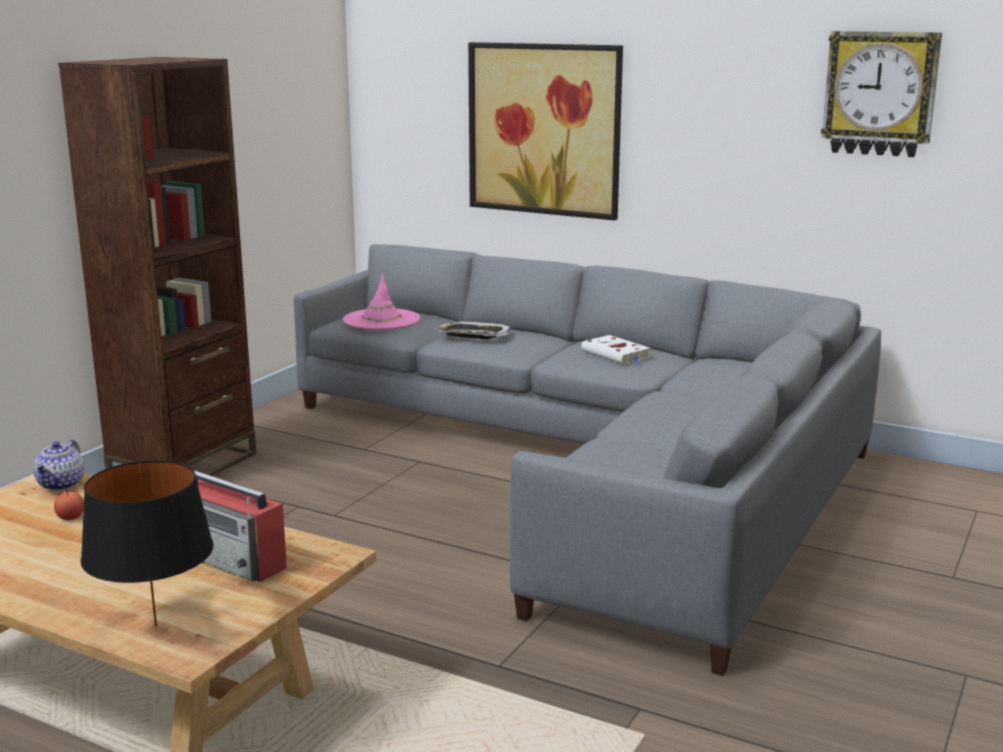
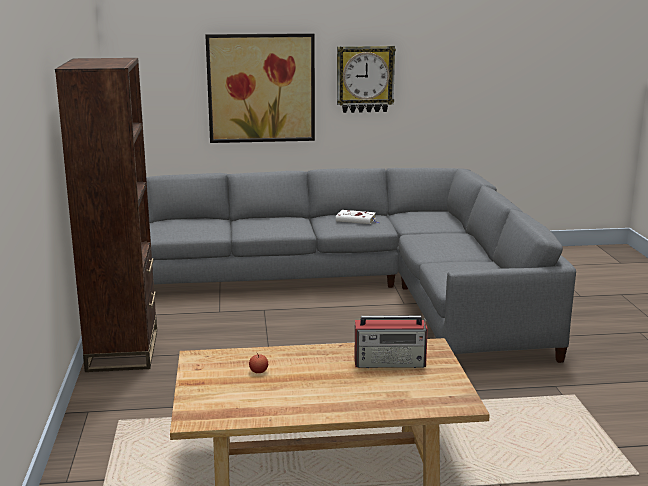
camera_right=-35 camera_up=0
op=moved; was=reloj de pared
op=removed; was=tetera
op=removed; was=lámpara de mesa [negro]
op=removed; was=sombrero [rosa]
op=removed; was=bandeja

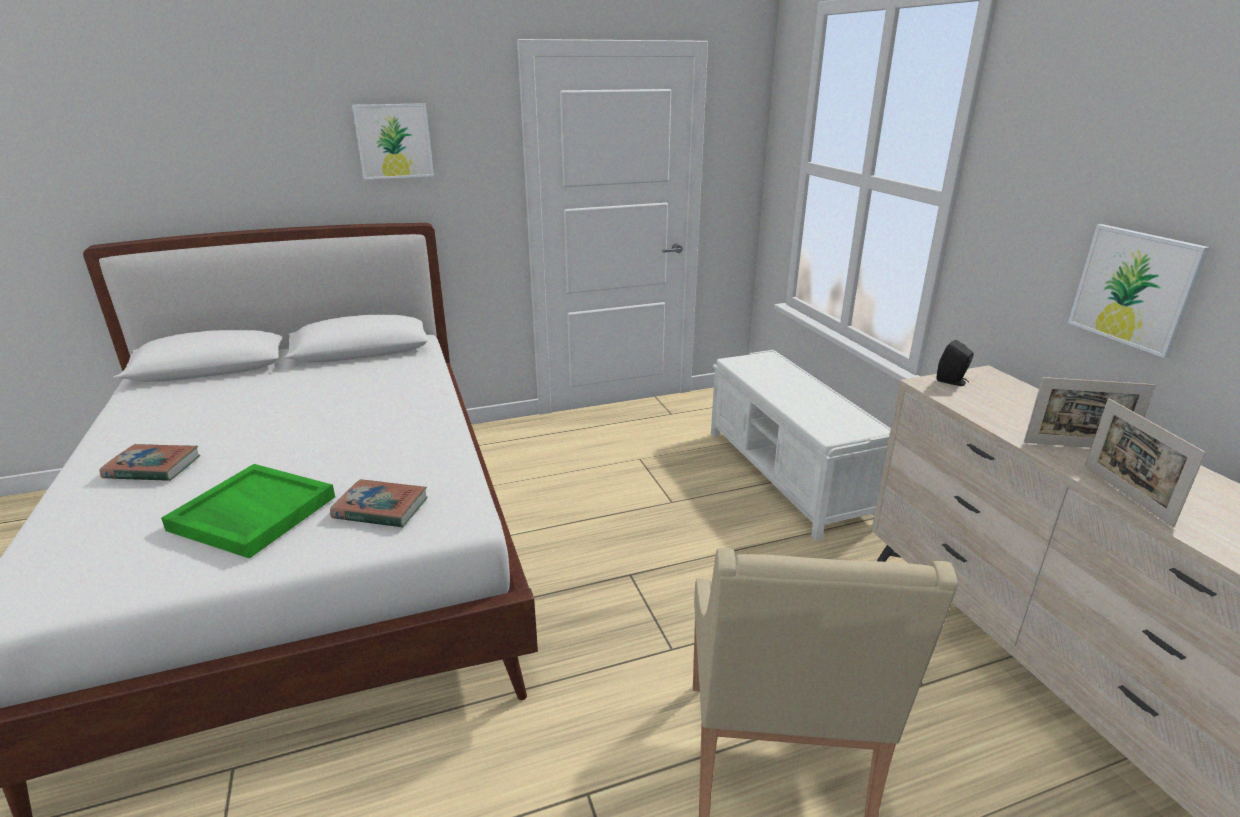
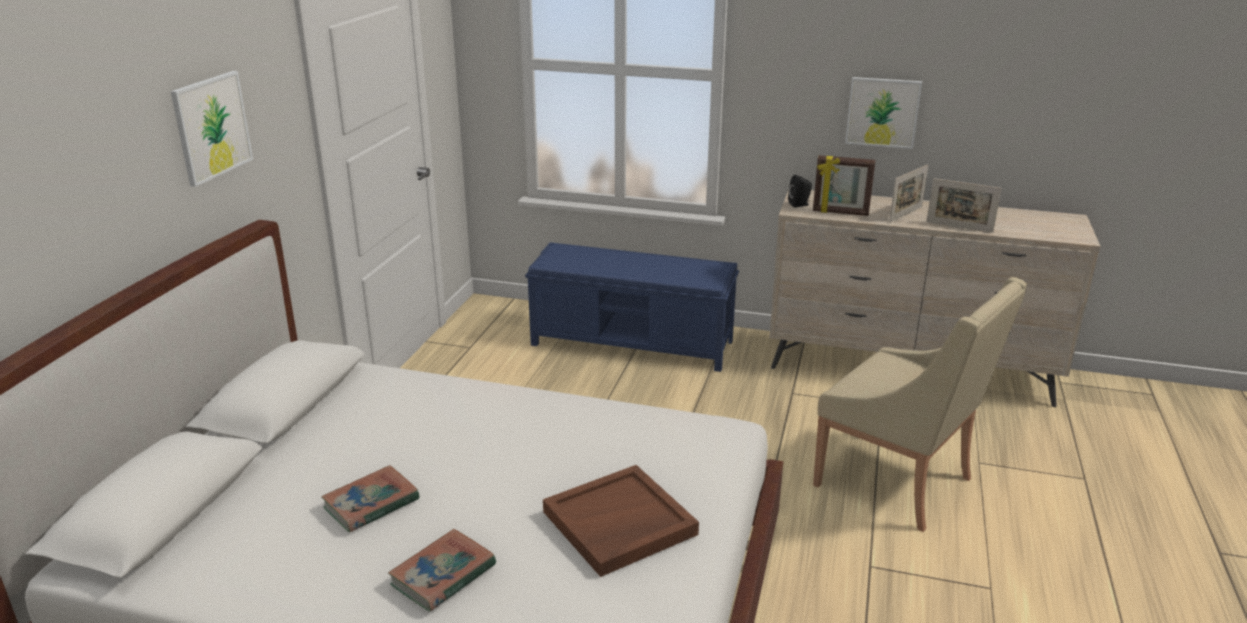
camera_right=-55 camera_up=0
op=moved; was=libro (2nd from left in the first image); now=libro (1st from left)
op=recoloured; was=banco [blanco]; now=banco [azul]
op=recoloured; was=bandeja [verde]; now=bandeja [marrón]
op=added; now=portarretratos (1st from left)

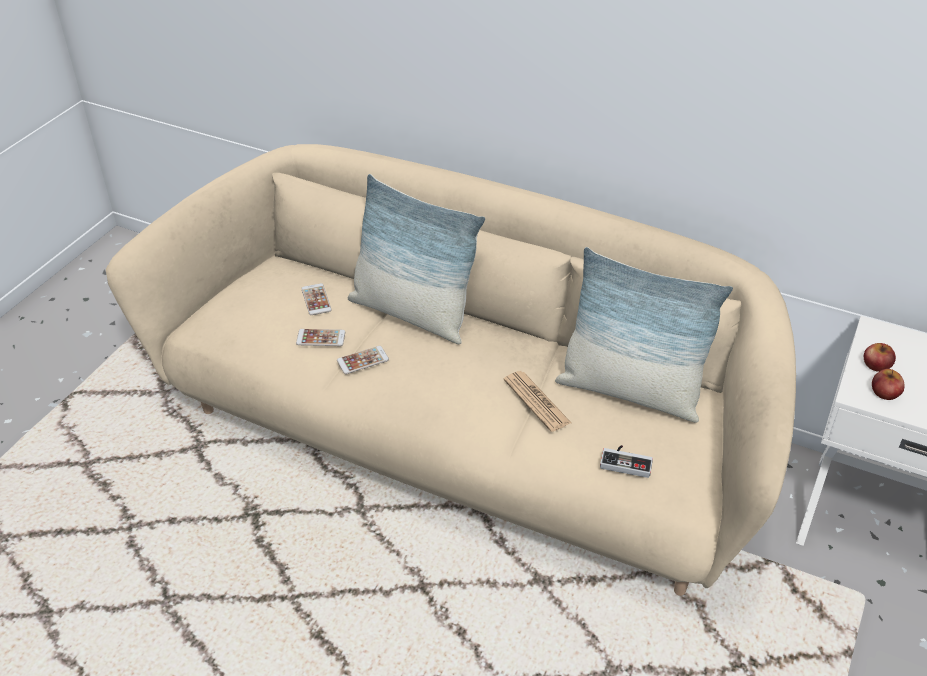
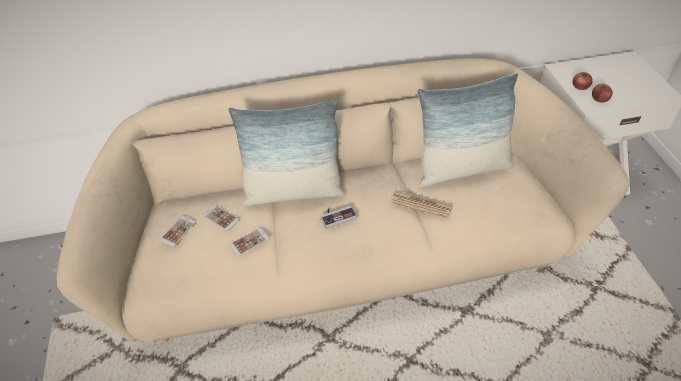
camera_right=-35 camera_up=5
op=moved; was=móvil (3rd from left in the first image); now=móvil (1st from left)
op=moved; was=mando de consola

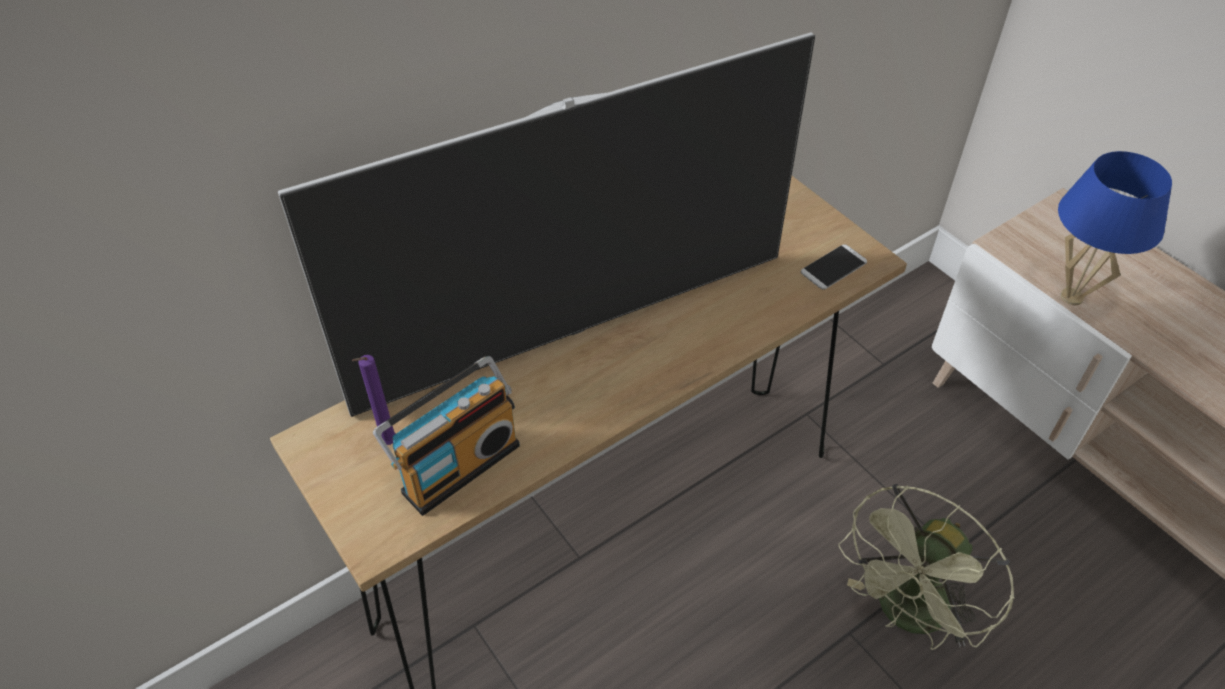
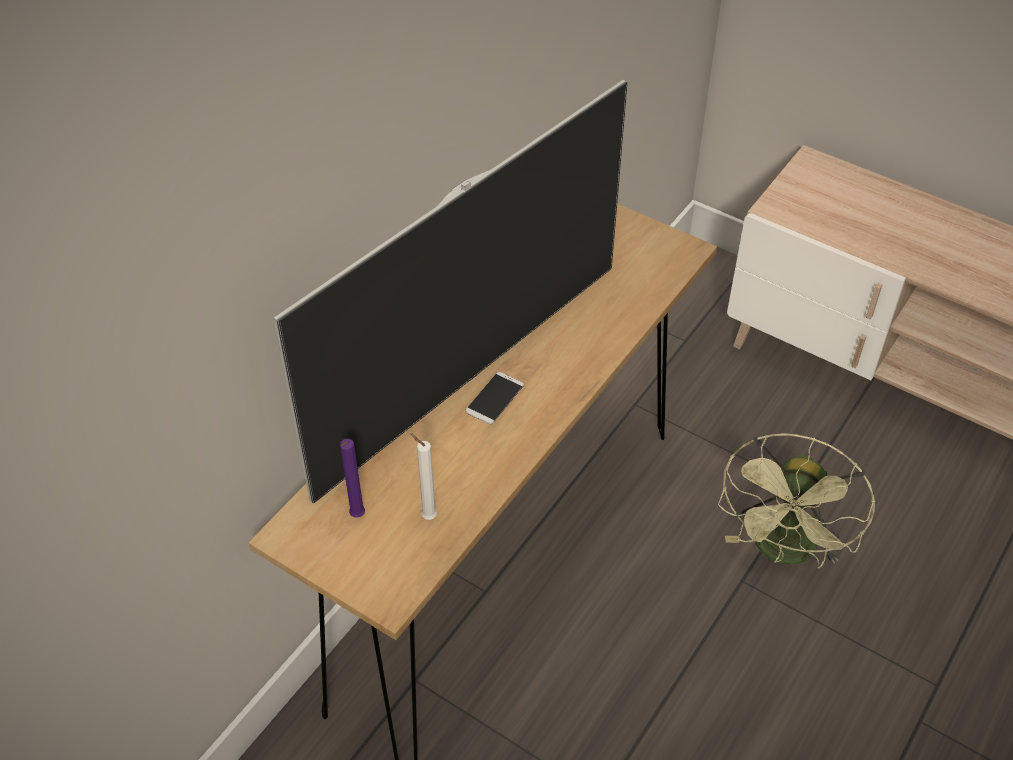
camera_right=-20 camera_up=0
op=replaced; was=radio; now=vela [blanco]
op=moved; was=móvil
op=removed; was=lámpara de mesa [azul]

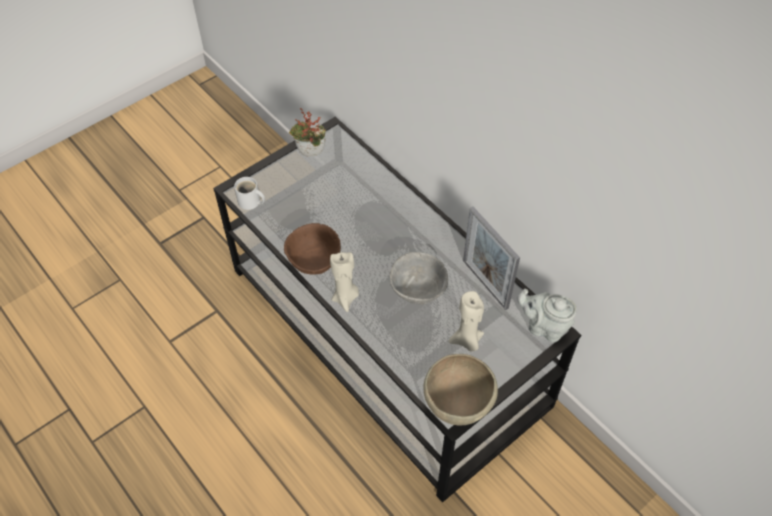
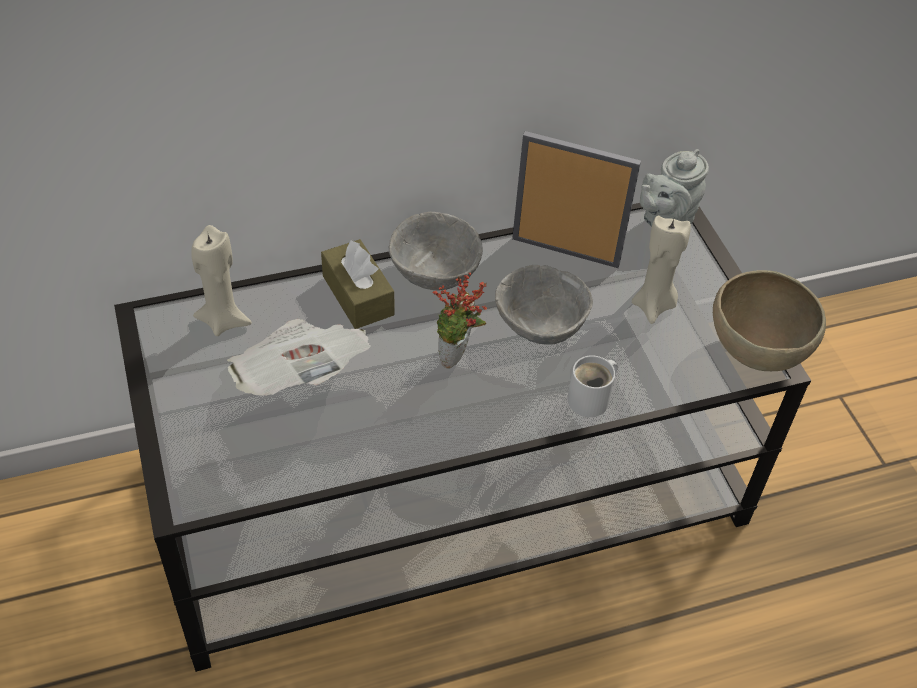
camera_right=-70 camera_up=-5
op=moved; was=vela [beis] (1st from left)
op=added; now=periódico
op=added; now=caja de pañuelos [marrón]
op=added; now=cuenco [gris] (1st from left)
op=moved; was=planta en maceta
op=turned; was=portarretratos; clockwise=-150
op=moved; was=taza grande [blanco]
op=removed; was=cuenco [marrón] (1st from left)

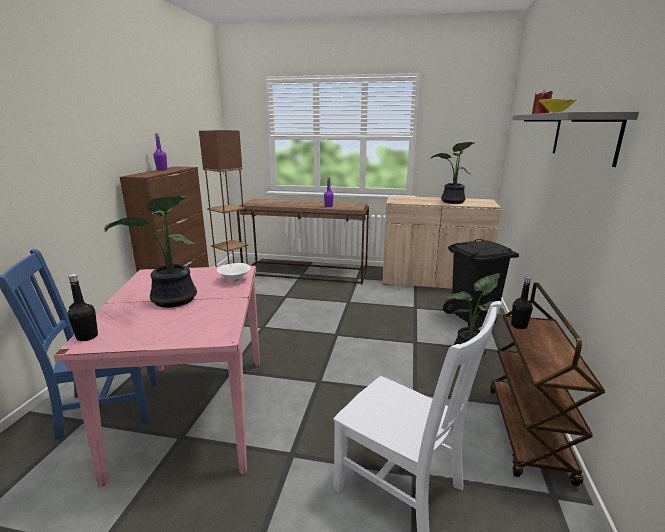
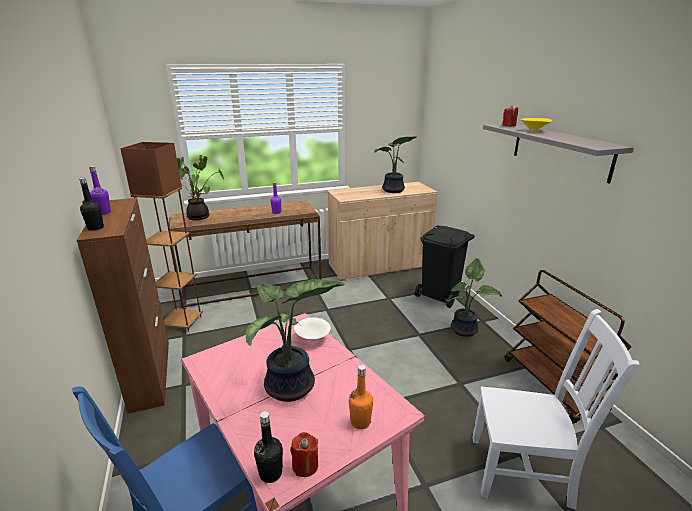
camera_right=-30 camera_up=5
op=moved; was=botella [negro] (2nd from left in the first image); now=botella [negro] (1st from left)
op=added; now=planta en maceta (1st from left)
op=added; now=vela [rojo] (1st from left)
op=added; now=botella [naranja]

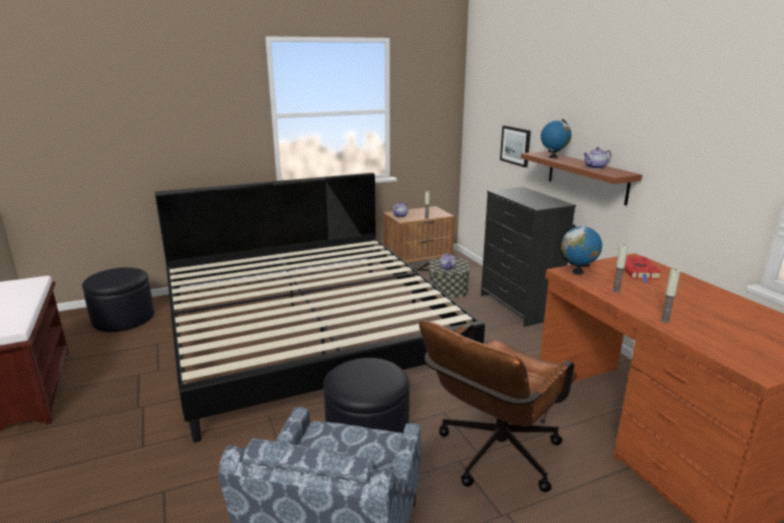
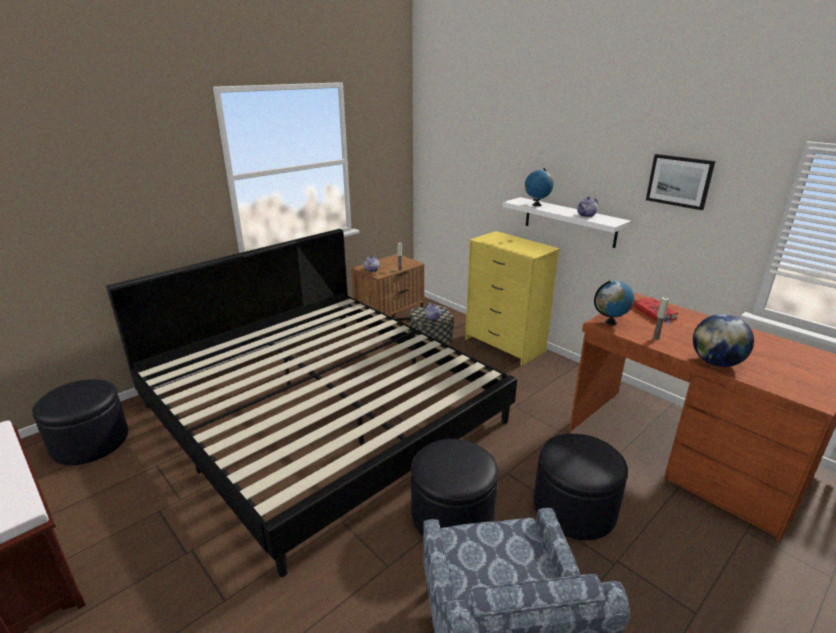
camera_right=-20 camera_up=5
op=recoloured; was=cómoda [negro]; now=cómoda [amarillo]
op=recoloured; was=estante [marrón]; now=estante [blanco]
op=replaced; was=silla de oficina [marrón]; now=puf [negro] (3rd from left)
op=moved; was=cuadro
op=replaced; was=vela (3rd from left); now=globo terráqueo (3rd from left)

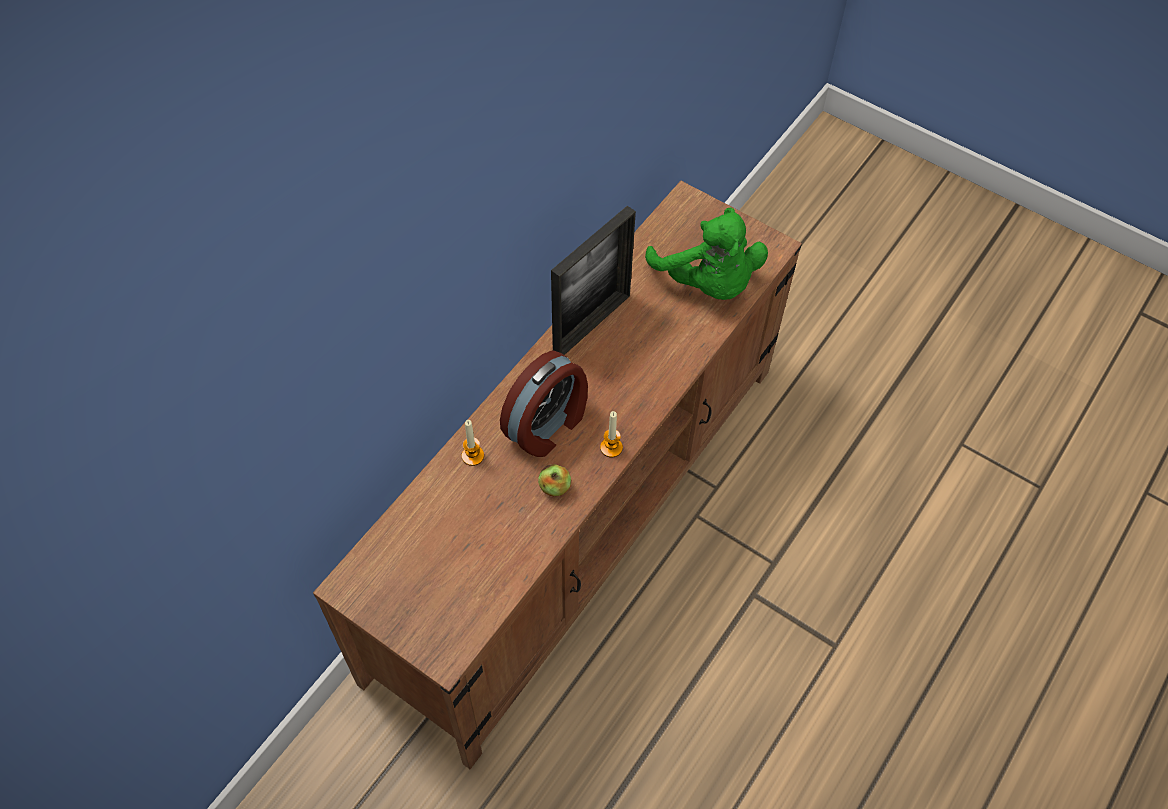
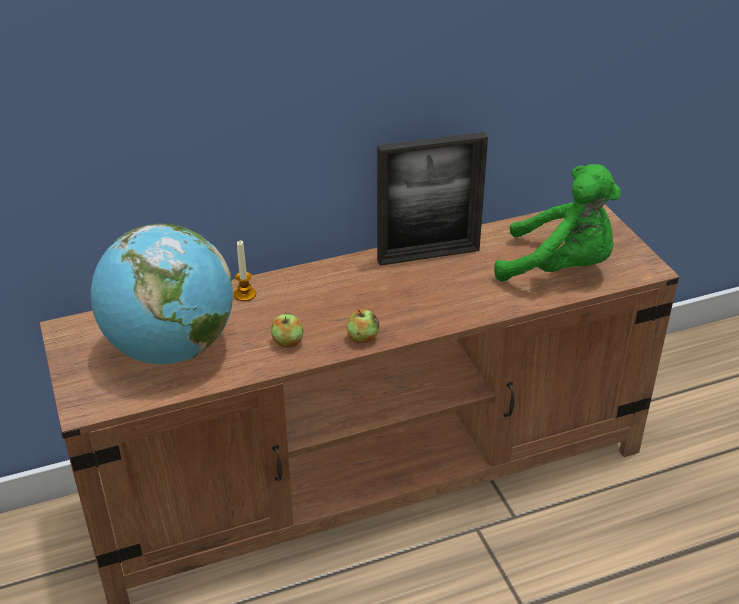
camera_right=35 camera_up=-20
op=added; now=globo terráqueo
op=replaced; was=vela (2nd from left); now=manzana (2nd from left)
op=turned; was=peluche [verde]; clockwise=-75
op=removed; was=despertador

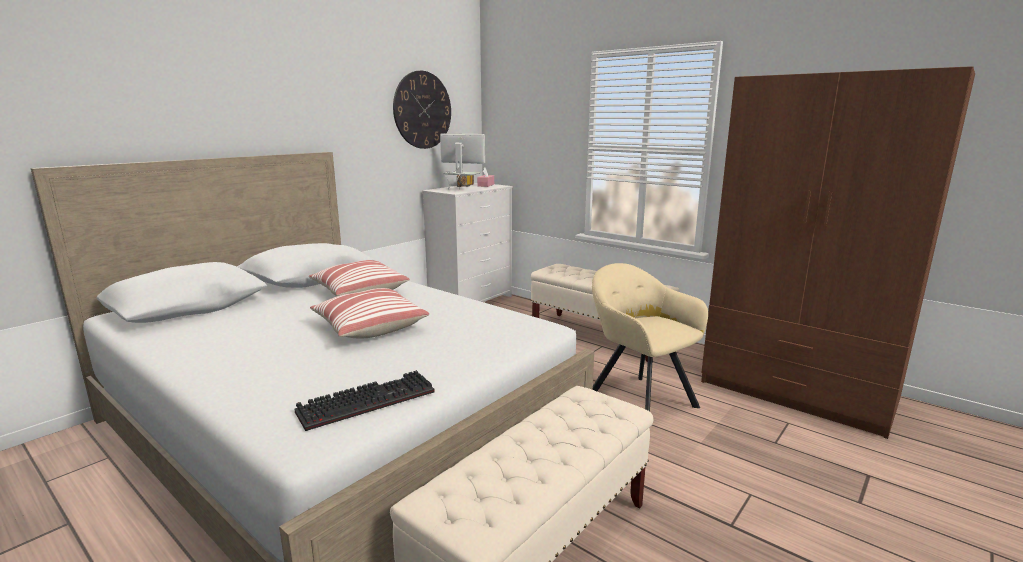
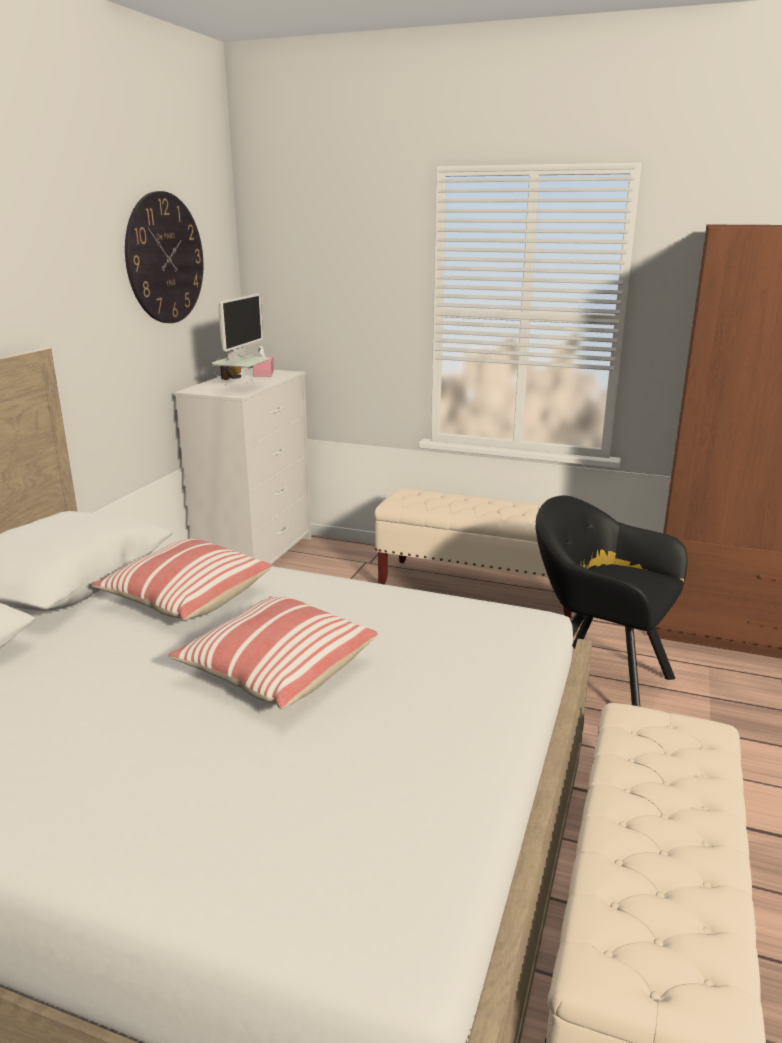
camera_right=-20 camera_up=5
op=turned; was=monitor; clockwise=105
op=recoloured; was=sillón [beis]; now=sillón [negro]
op=removed; was=teclado

